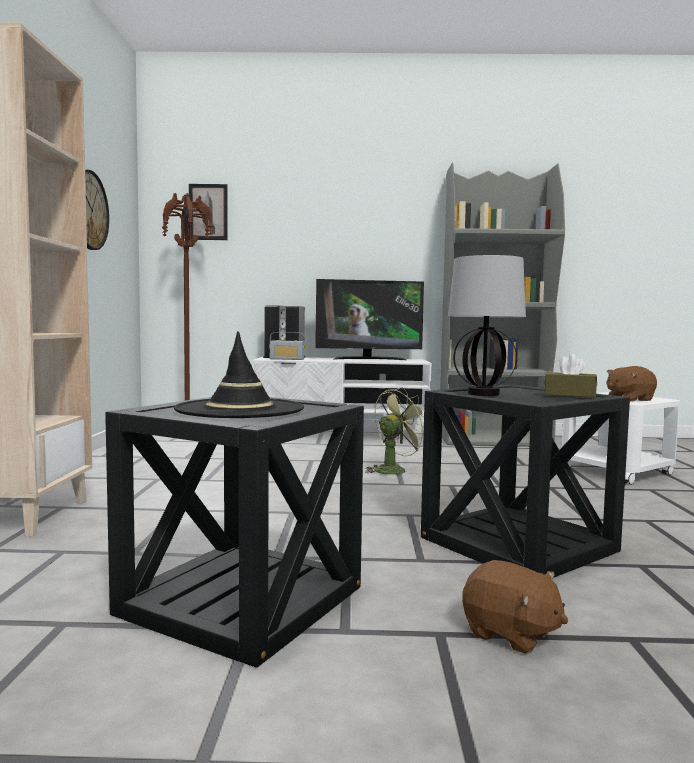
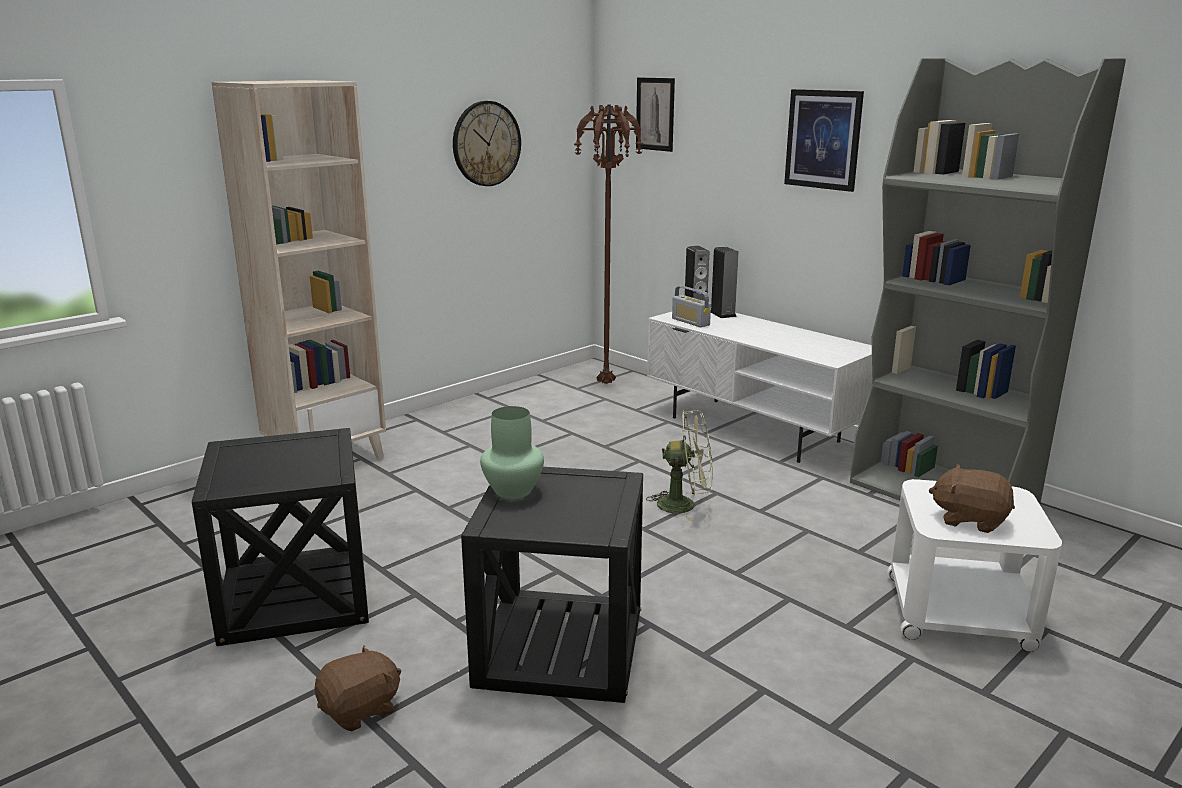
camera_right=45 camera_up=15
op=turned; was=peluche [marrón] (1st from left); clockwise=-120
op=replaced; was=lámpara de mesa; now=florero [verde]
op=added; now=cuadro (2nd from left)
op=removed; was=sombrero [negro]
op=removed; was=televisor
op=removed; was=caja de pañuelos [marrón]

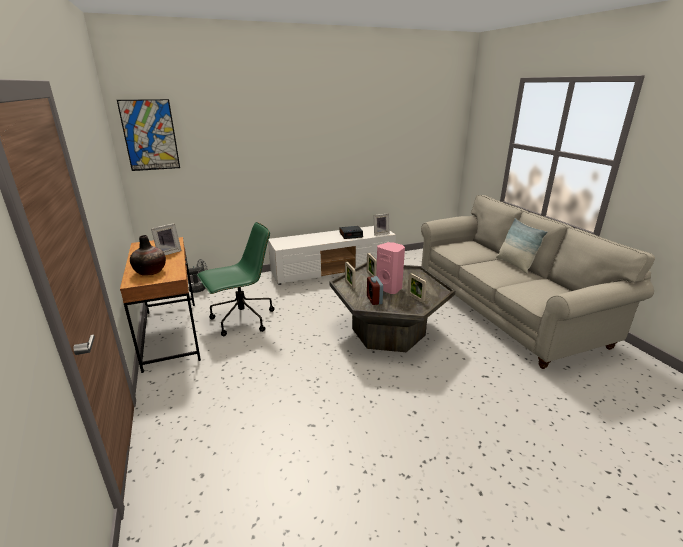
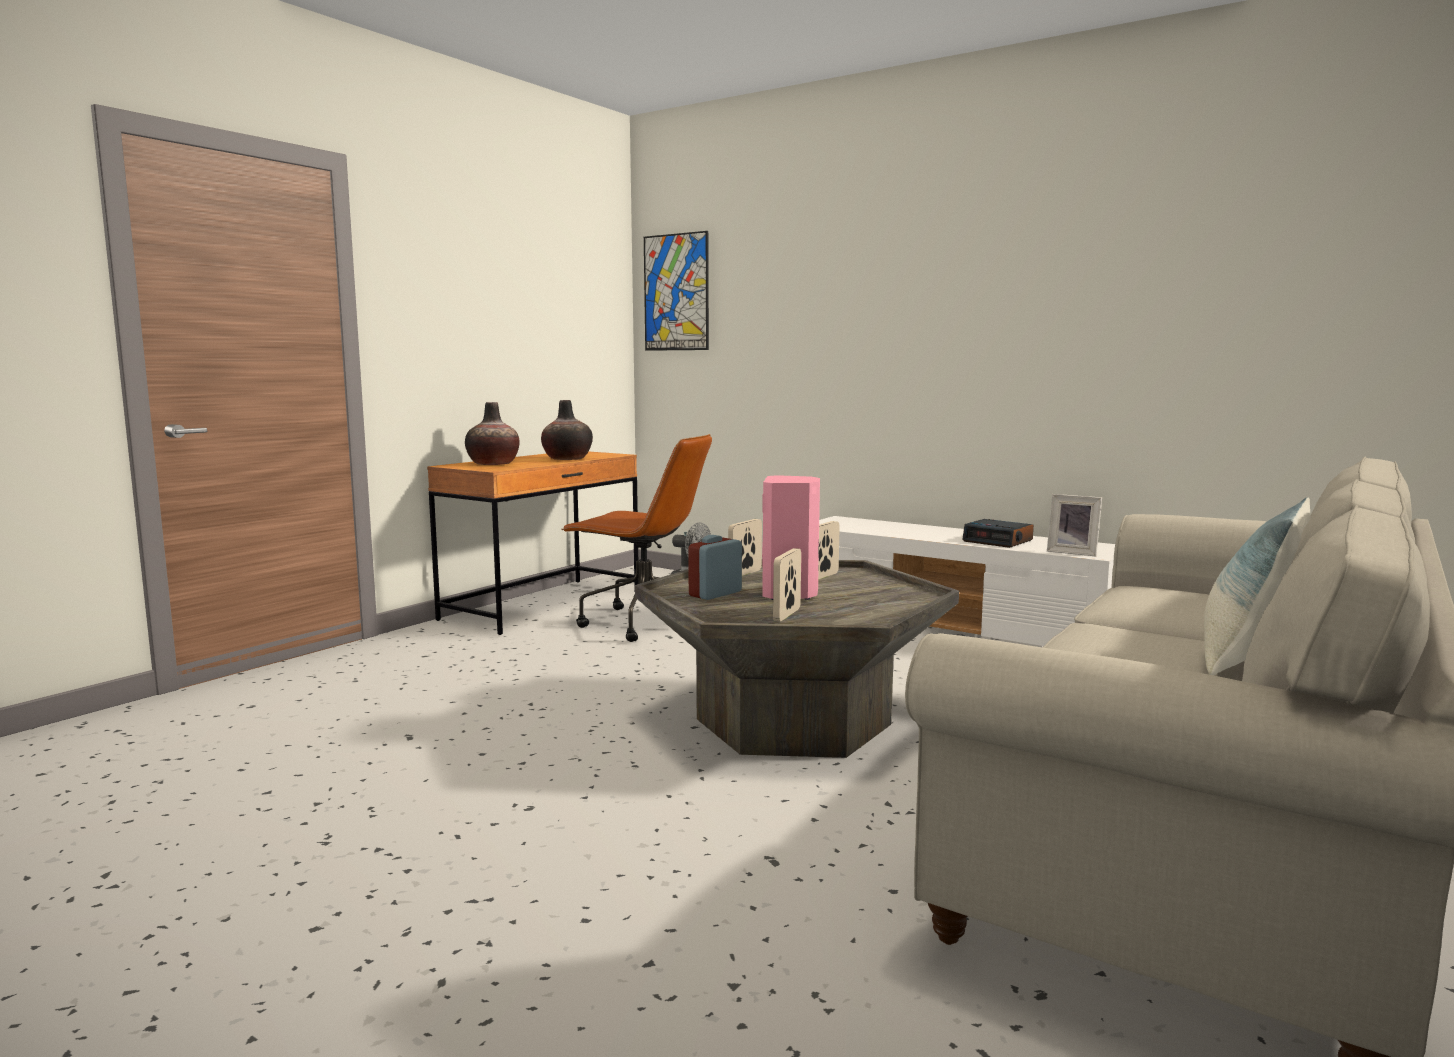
camera_right=55 camera_up=-15
op=replaced; was=portarretratos (1st from left); now=florero (2nd from left)
op=recoloured; was=silla de oficina [verde]; now=silla de oficina [marrón]

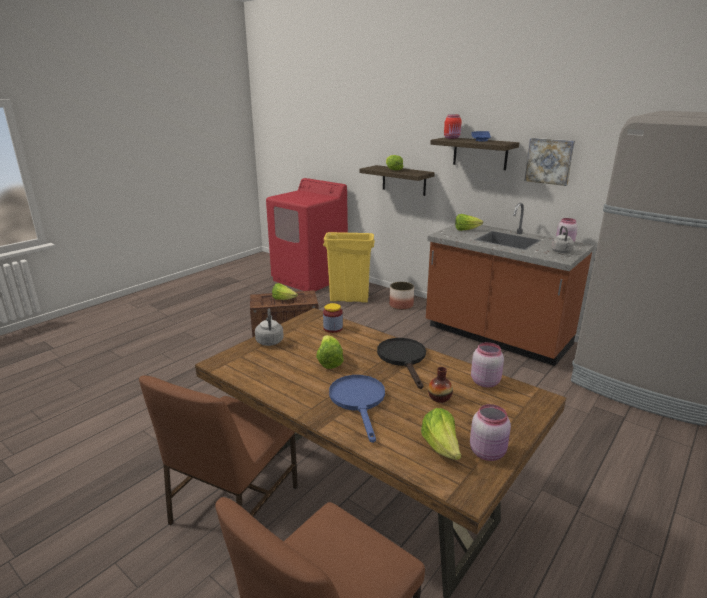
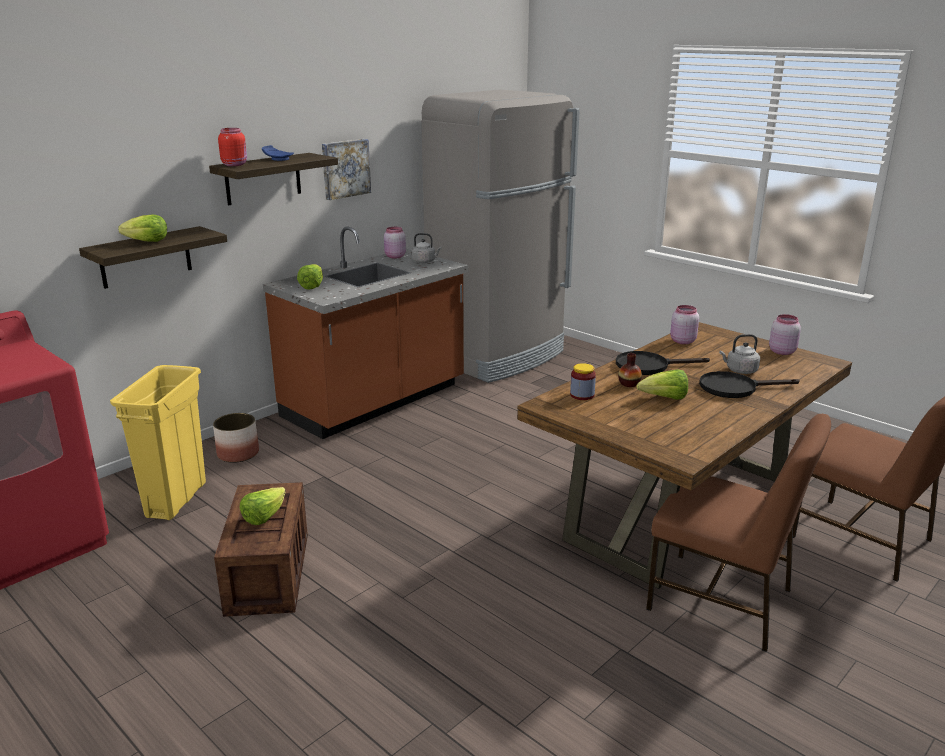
camera_right=-85 camera_up=0
op=moved; was=florero
op=recoloured; was=sartén [azul]; now=sartén [negro] (2nd from left)
op=moved; was=hervidor [gris] (1st from left in the first image); now=hervidor [gris] (2nd from left)
op=removed; was=lechuga (4th from left)

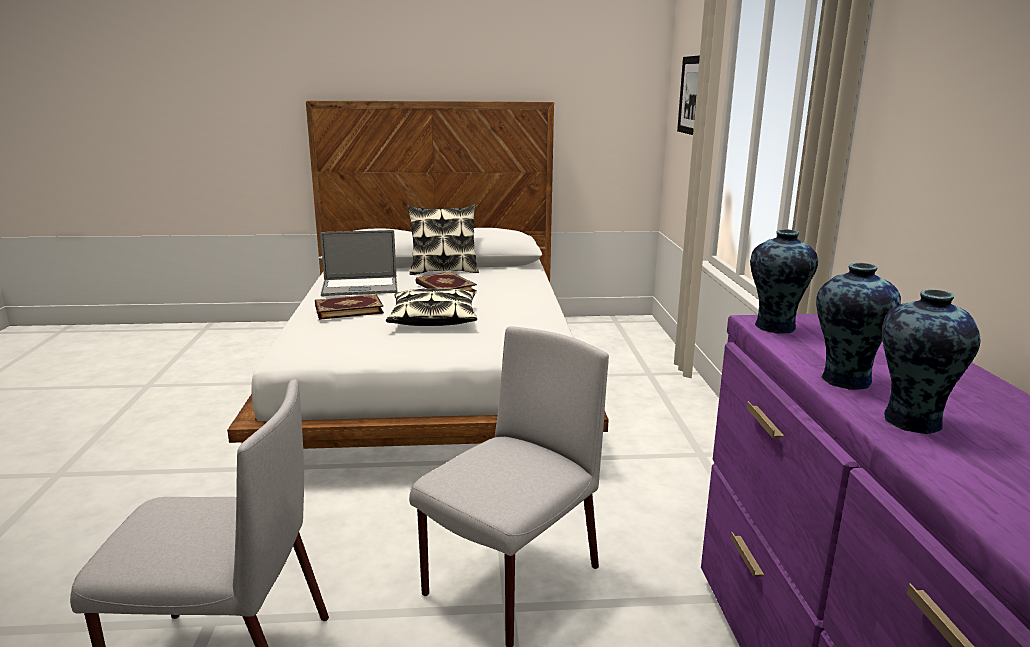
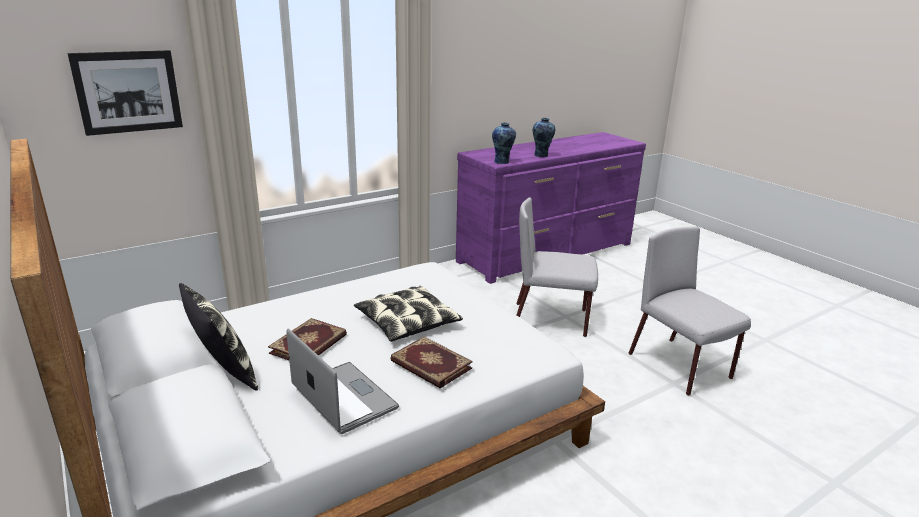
camera_right=-120 camera_up=5
op=removed; was=florero (3rd from left)

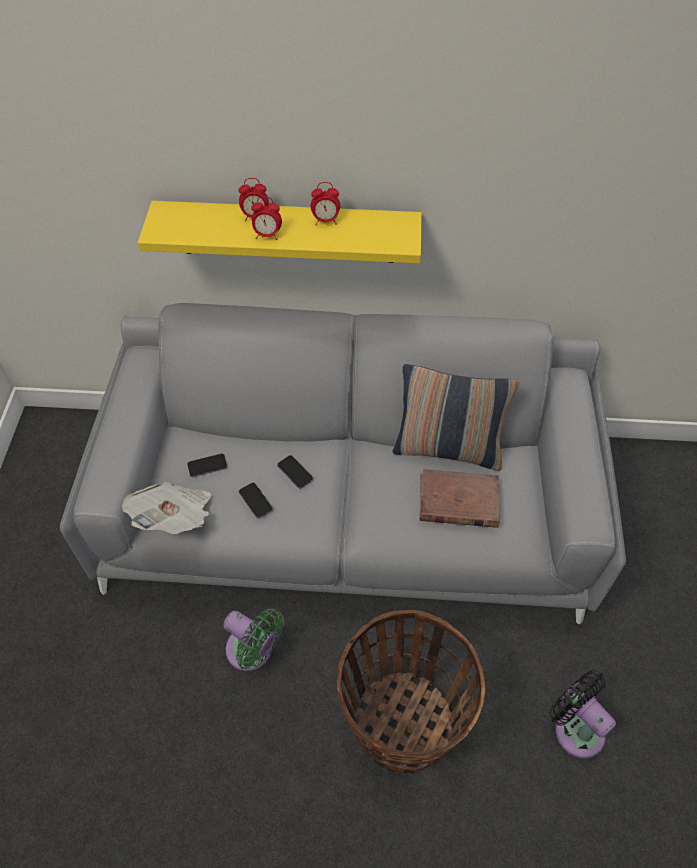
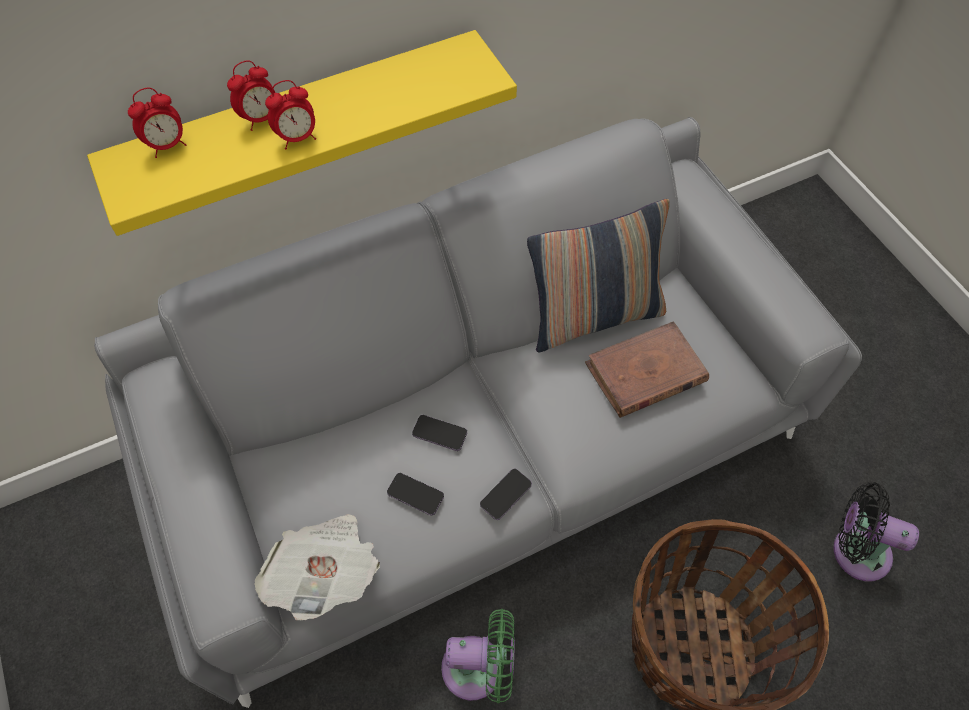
camera_right=-30 camera_up=5
op=moved; was=despertador (3rd from left in the first image); now=despertador (1st from left)
op=moved; was=móvil (1st from left in the first image); now=móvil (3rd from left)

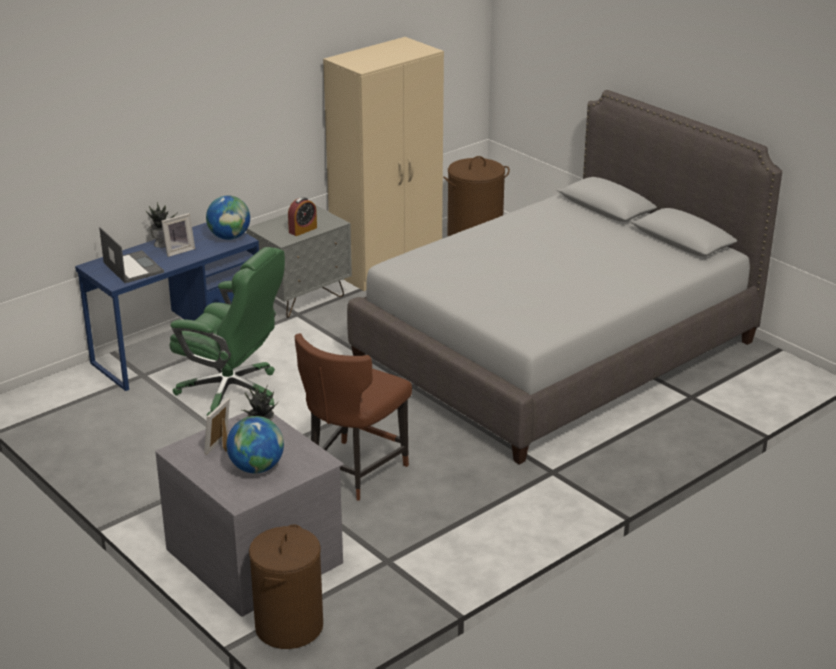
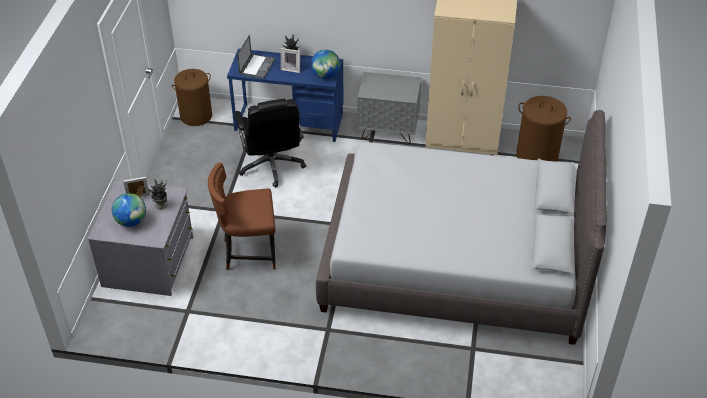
camera_right=50 camera_up=15
op=moved; was=cesto de la ropa [marrón] (1st from left)
op=recoloured; was=silla de oficina [verde]; now=silla de oficina [negro]
op=removed; was=despertador

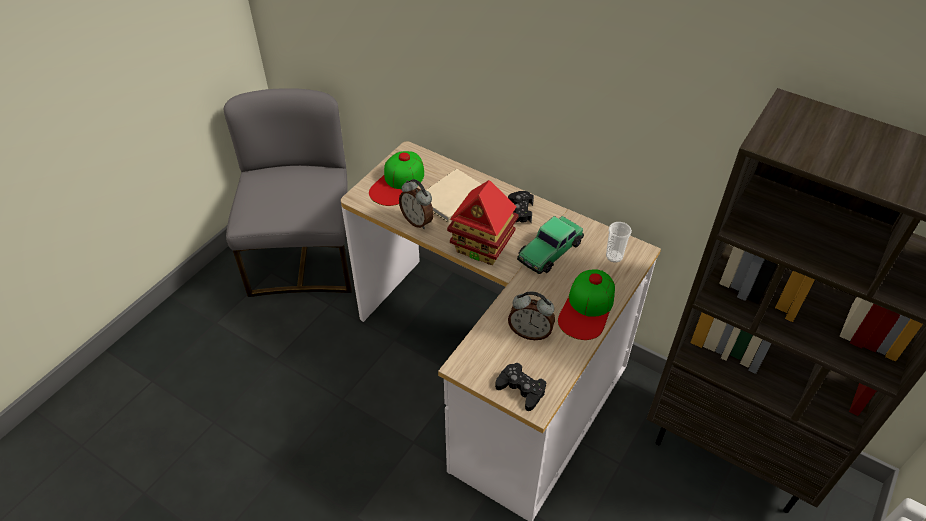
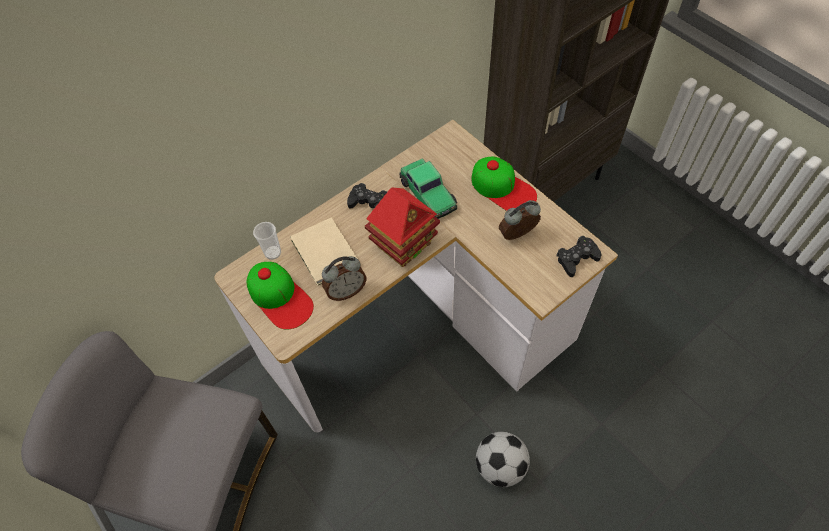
camera_right=-70 camera_up=10
op=moved; was=taza
op=added; now=balón de fútbol
op=turned; was=despertador (2nd from left); clockwise=-150

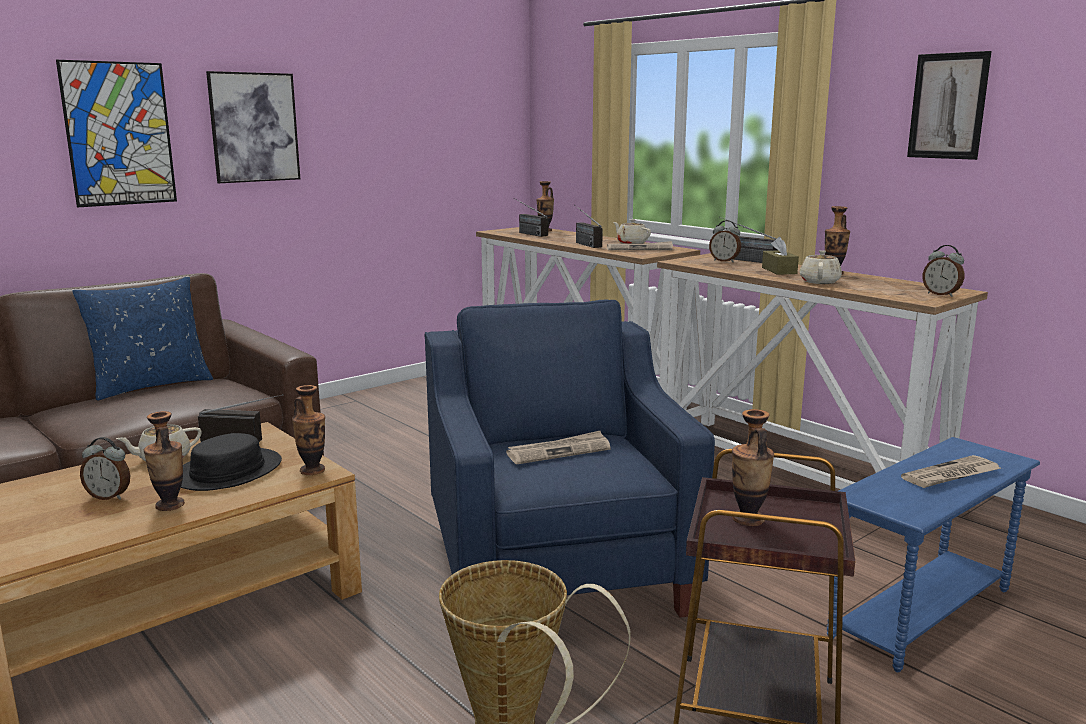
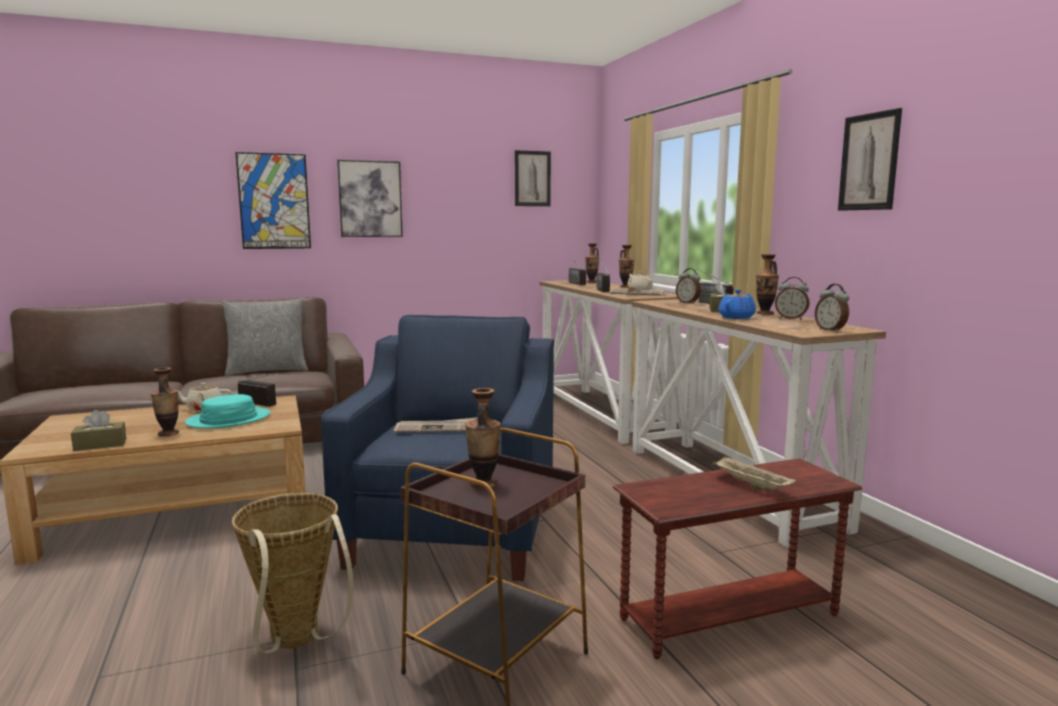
camera_right=20 camera_up=-5
op=added; now=caja de pañuelos [marrón] (1st from left)
op=recoloured; was=sombrero [negro]; now=sombrero [turquesa]
op=recoloured; was=cojín [azul]; now=cojín [gris]
op=added; now=cuadro (3rd from left)
op=recoloured; was=mesa auxiliar [azul]; now=mesa auxiliar [marrón] (2nd from left)
op=moved; was=florero (2nd from left in the first image); now=florero (4th from left)
op=replaced; was=periódico (3rd from left); now=bandeja [beis]
op=recoloured; was=tetera [beis] (3rd from left); now=tetera [azul]
op=moved; was=despertador (1st from left in the first image); now=despertador (2nd from left)

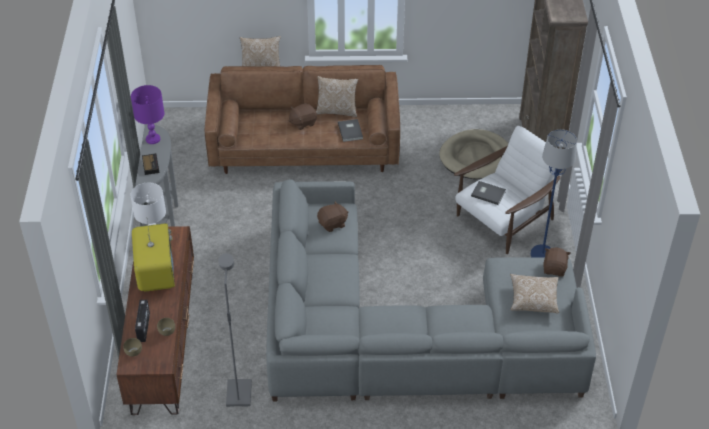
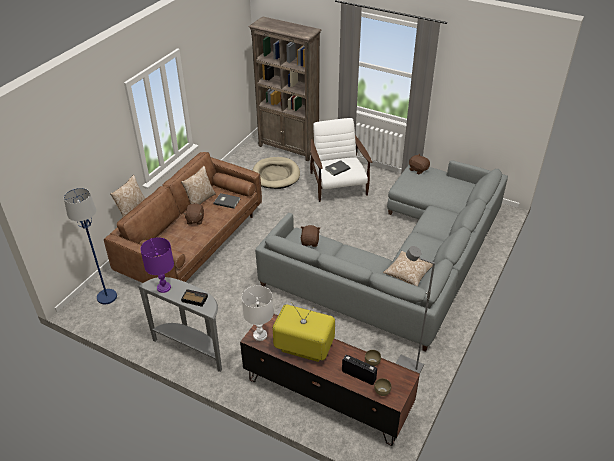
camera_right=-60 camera_up=-5
op=moved; was=lámpara de pie [azul]
op=moved; was=cojín (3rd from left)

